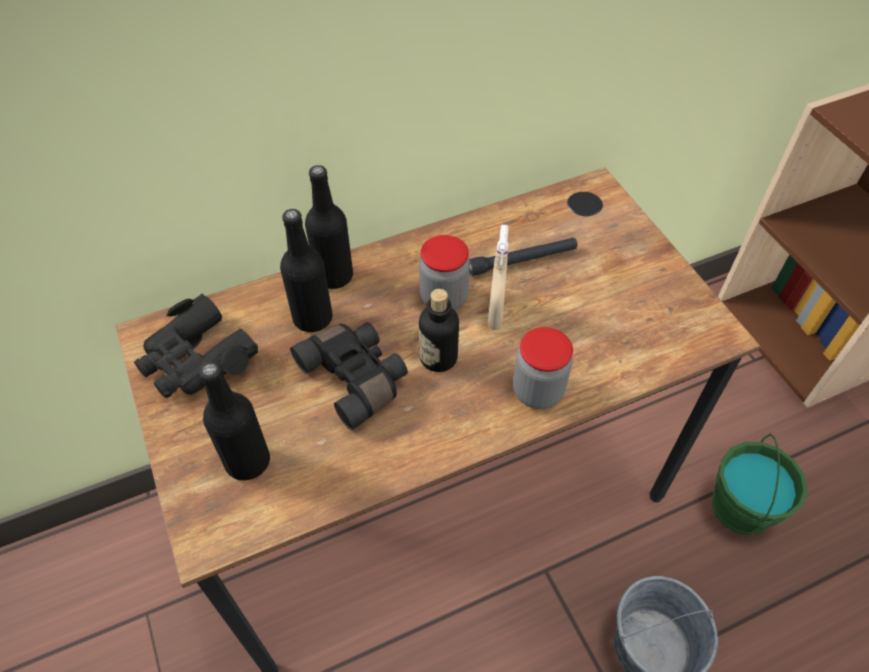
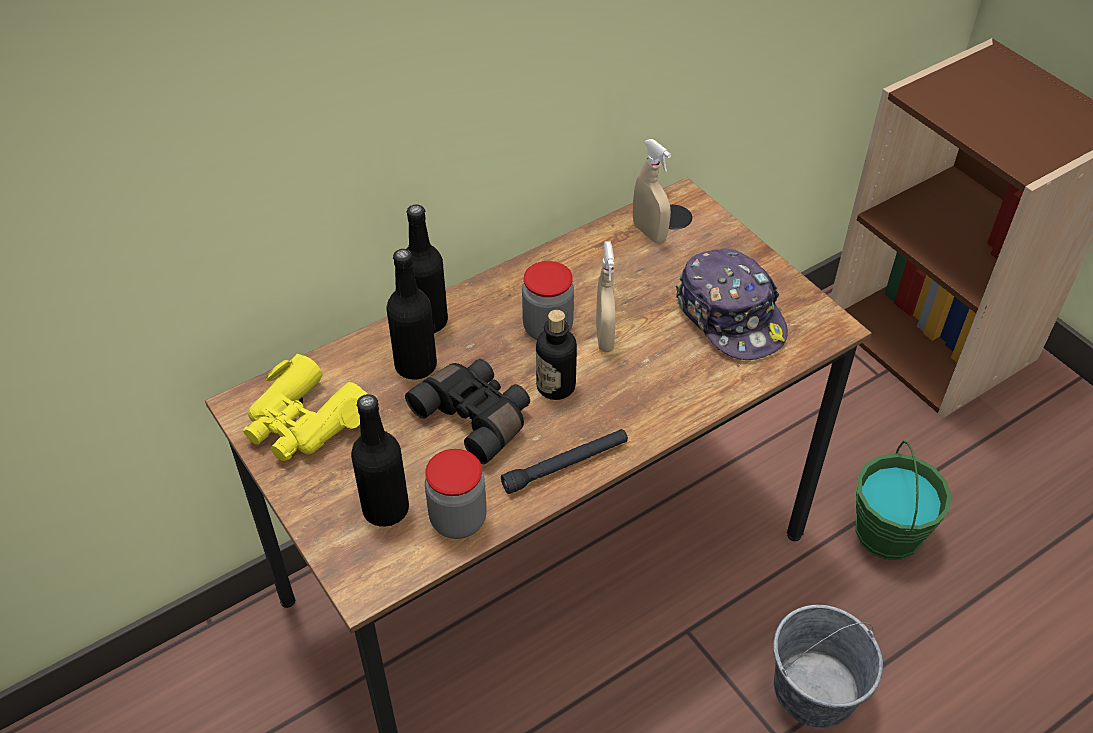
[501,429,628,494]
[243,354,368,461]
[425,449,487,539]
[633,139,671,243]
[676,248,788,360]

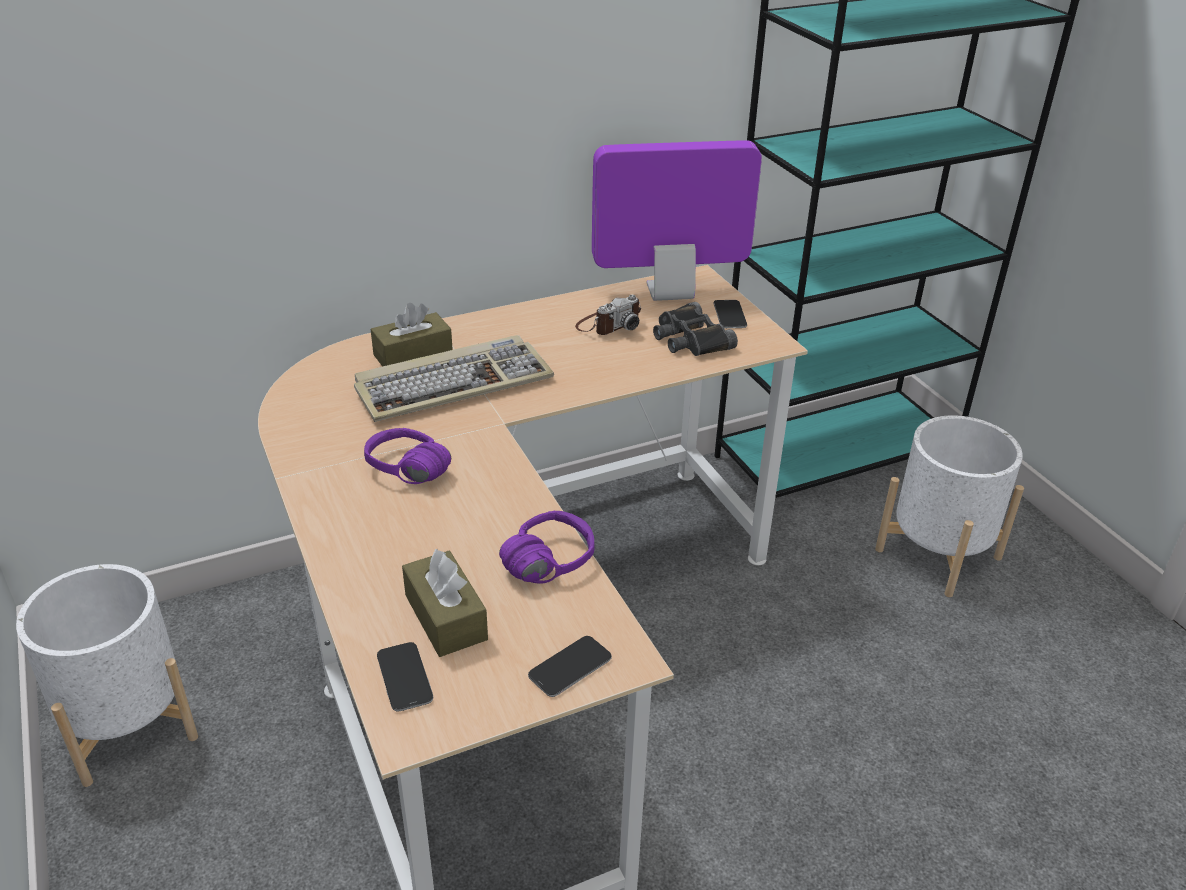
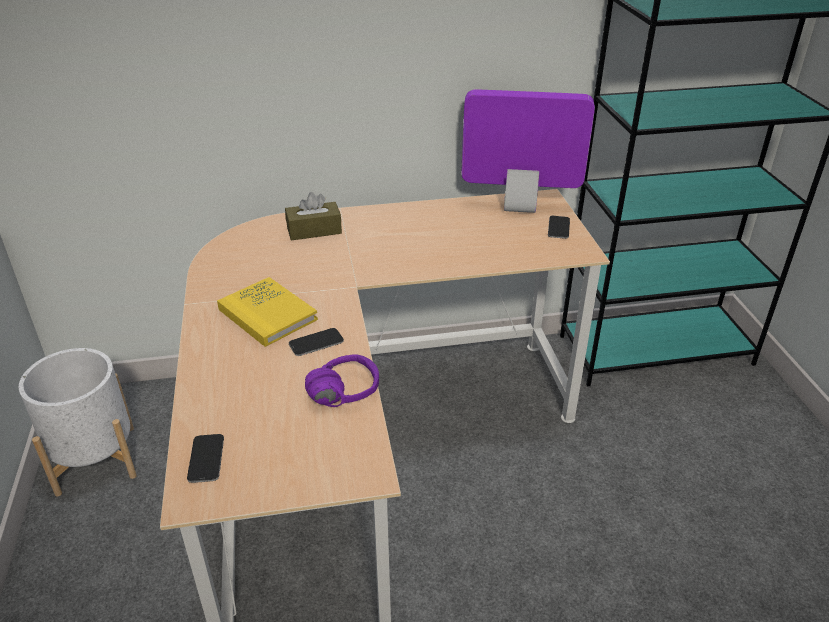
[575,295,641,335] (first image)
[653,302,738,356] (first image)
[354,335,554,422] (first image)
[875,415,1024,597] (first image)
[217,277,318,347]
[402,549,488,657] (first image)
[289,328,344,356]

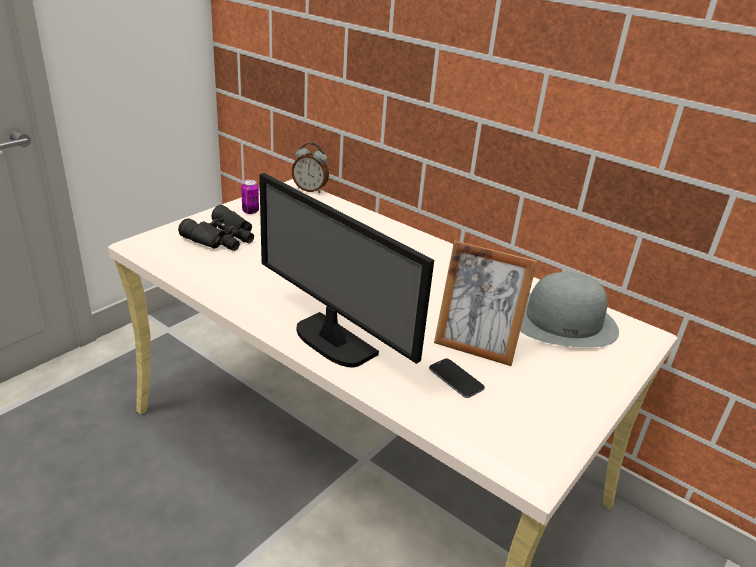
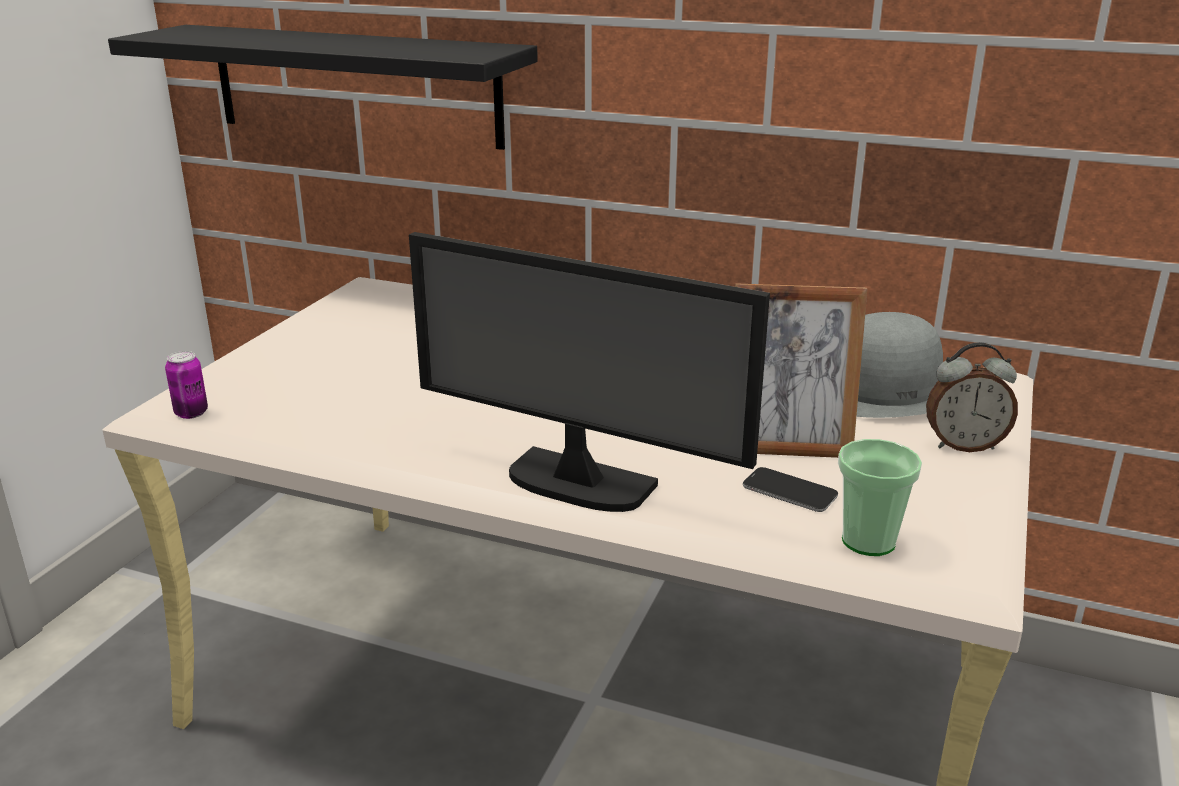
[926,342,1018,452]
[165,351,208,419]
[178,205,254,251] (first image)
[108,25,538,150]
[838,439,922,556]

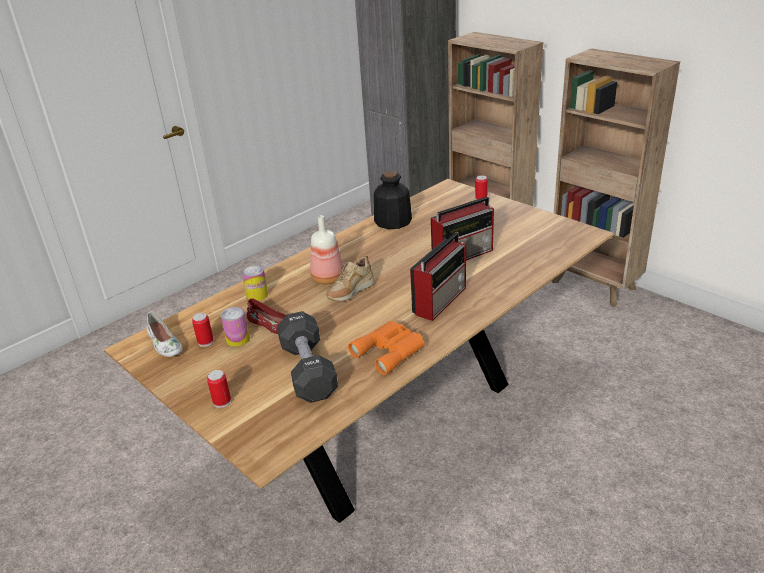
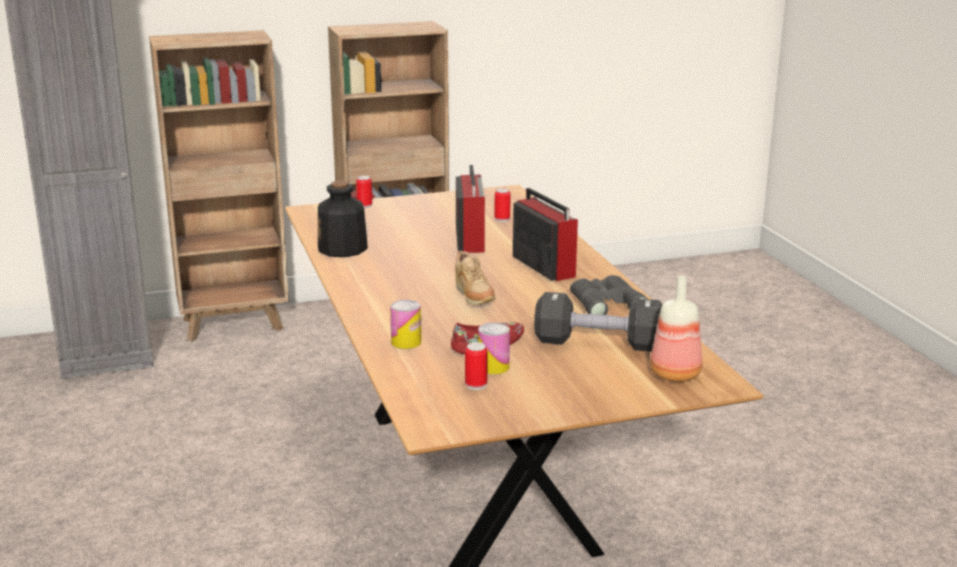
[650,276,702,382]
[147,311,182,357] (first image)
[570,275,648,315]
[494,188,511,222]

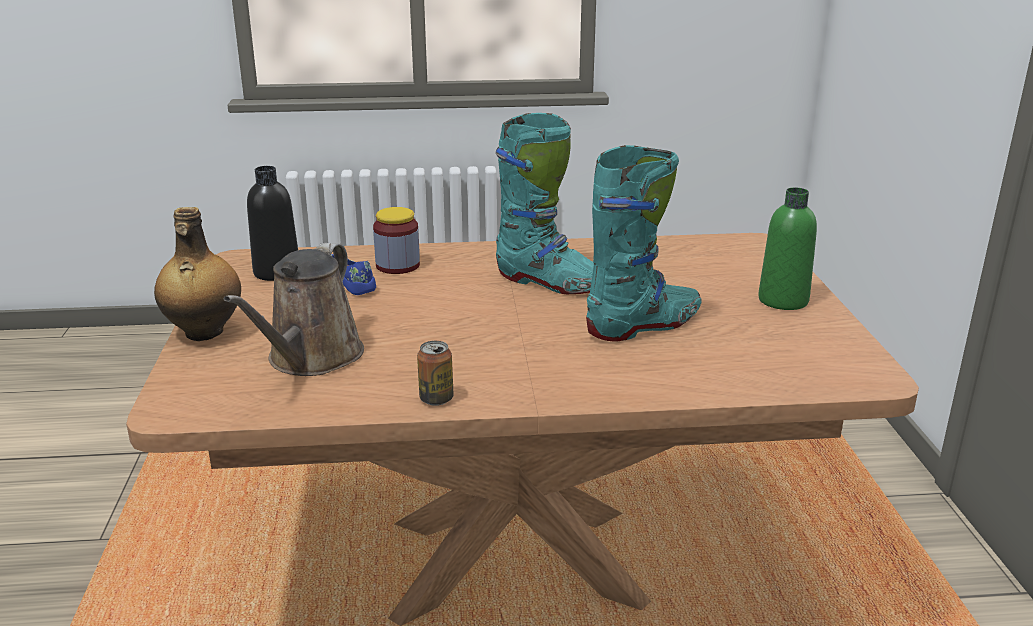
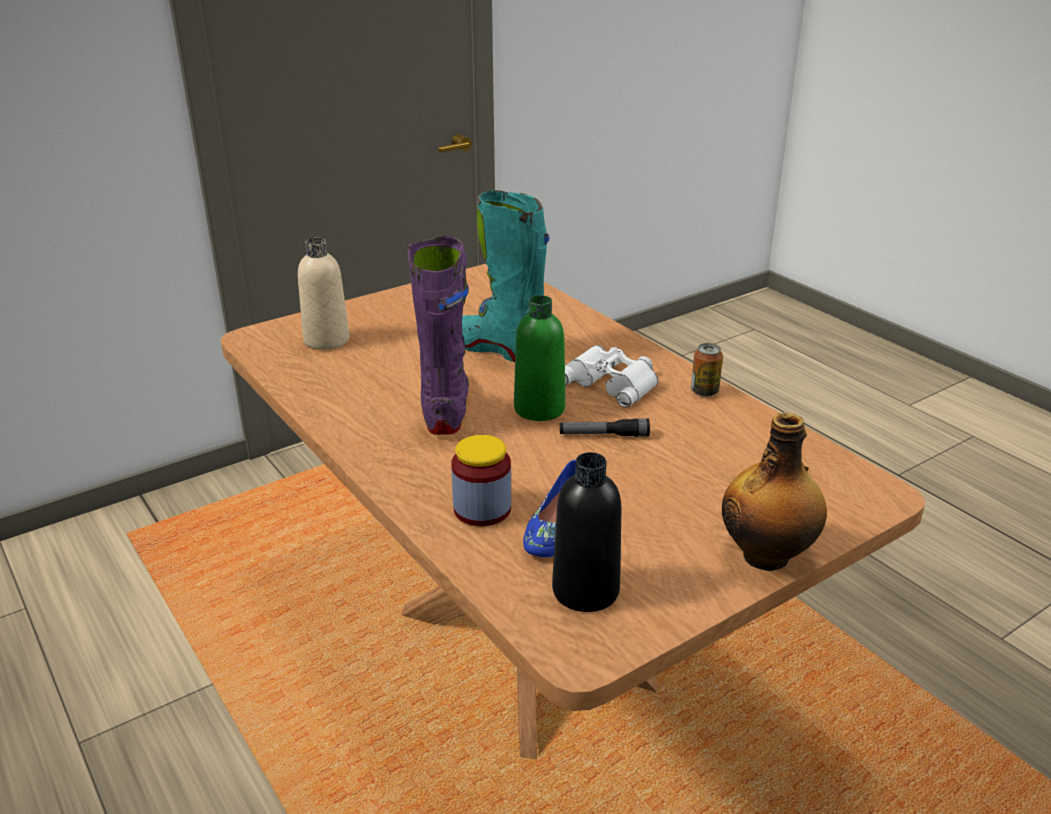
[407,236,469,435]
[514,295,565,421]
[224,243,364,376] (first image)
[298,237,349,350]
[565,345,658,407]
[560,418,650,437]

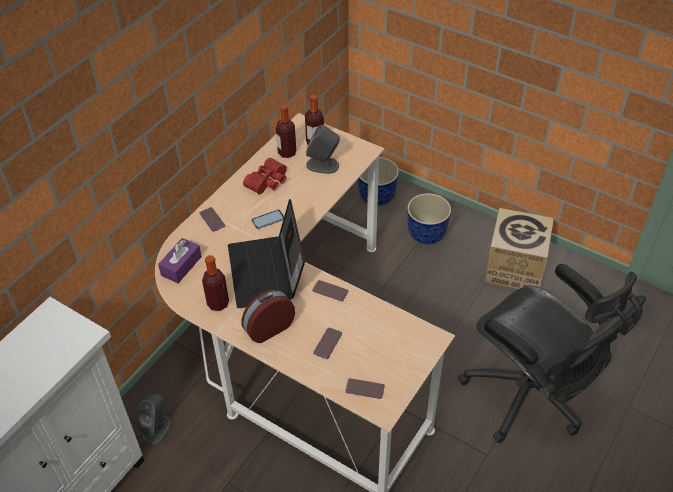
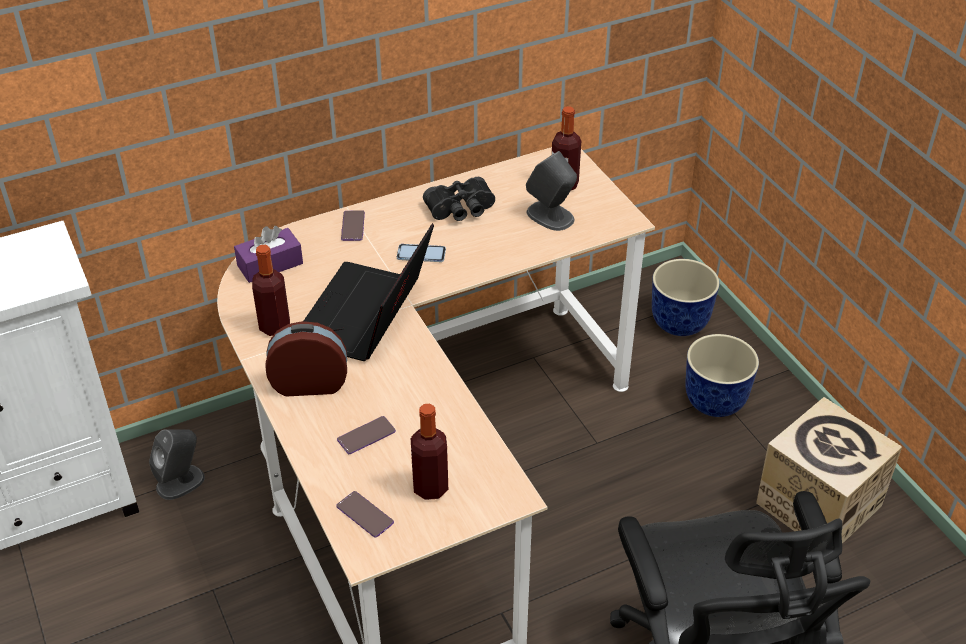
[411,404,448,500]
[423,177,495,221]
[312,280,348,301] (first image)

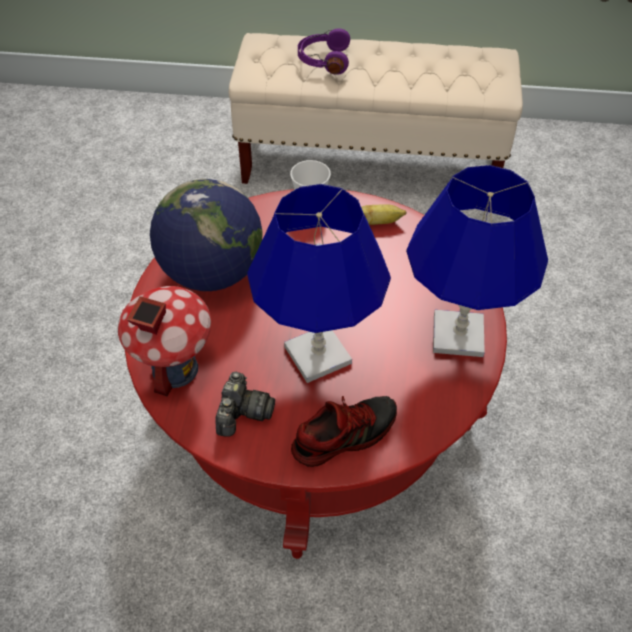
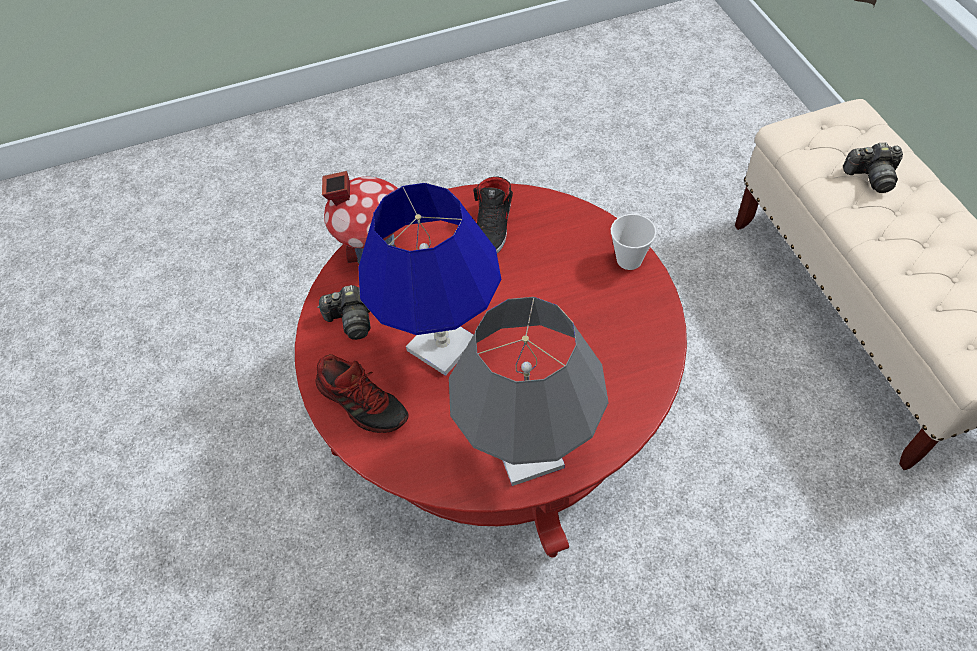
[843,142,903,193]
[449,297,609,486]
[473,176,513,253]
[361,204,407,225] (first image)

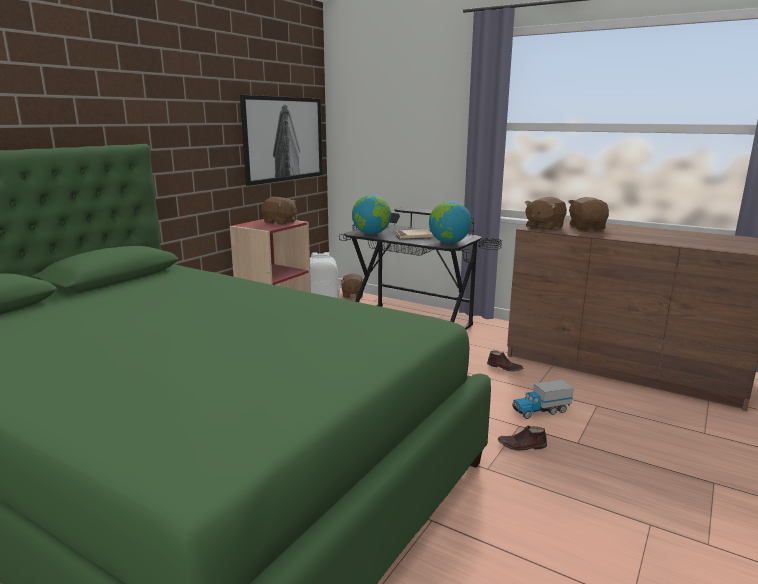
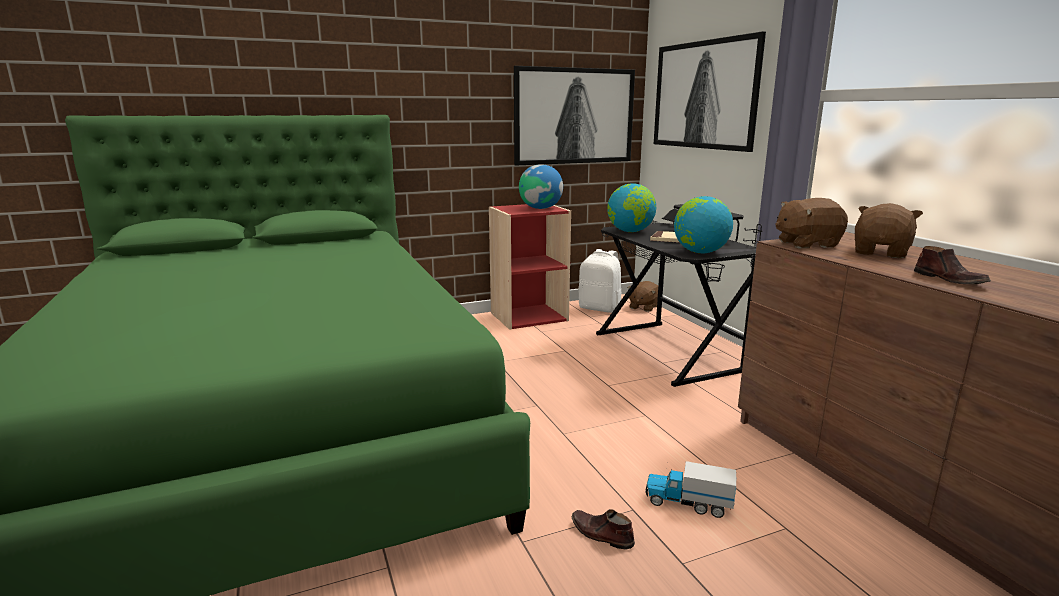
[519,164,563,209]
[914,246,991,284]
[654,31,766,152]

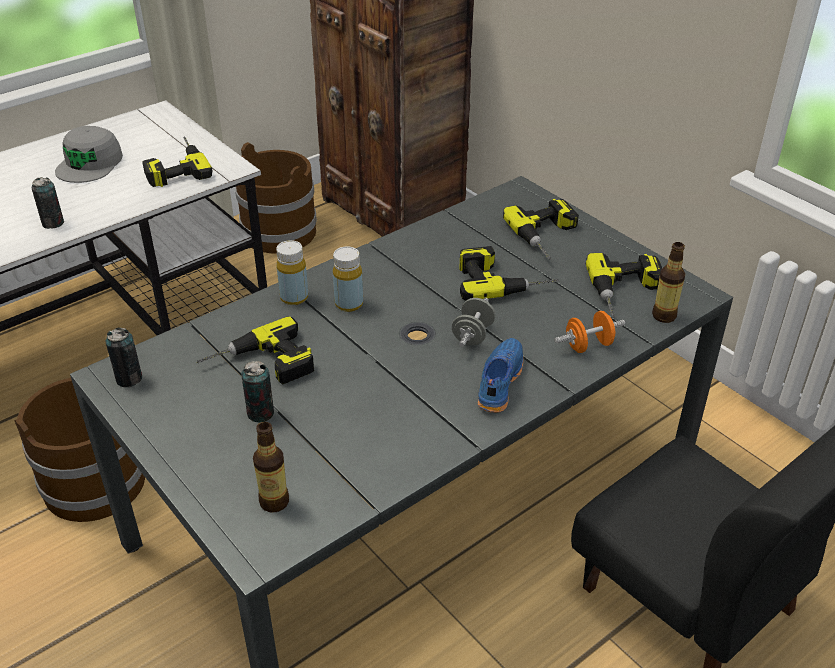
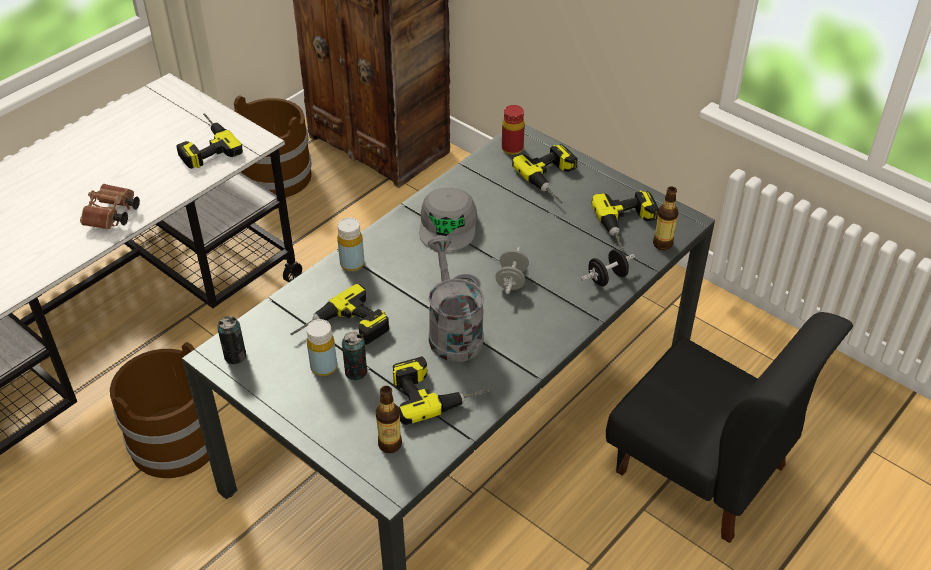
[419,188,477,251]
[80,184,140,229]
[307,319,337,376]
[393,356,493,425]
[581,249,635,286]
[478,338,523,413] (first image)
[502,105,525,155]
[427,236,484,362]

